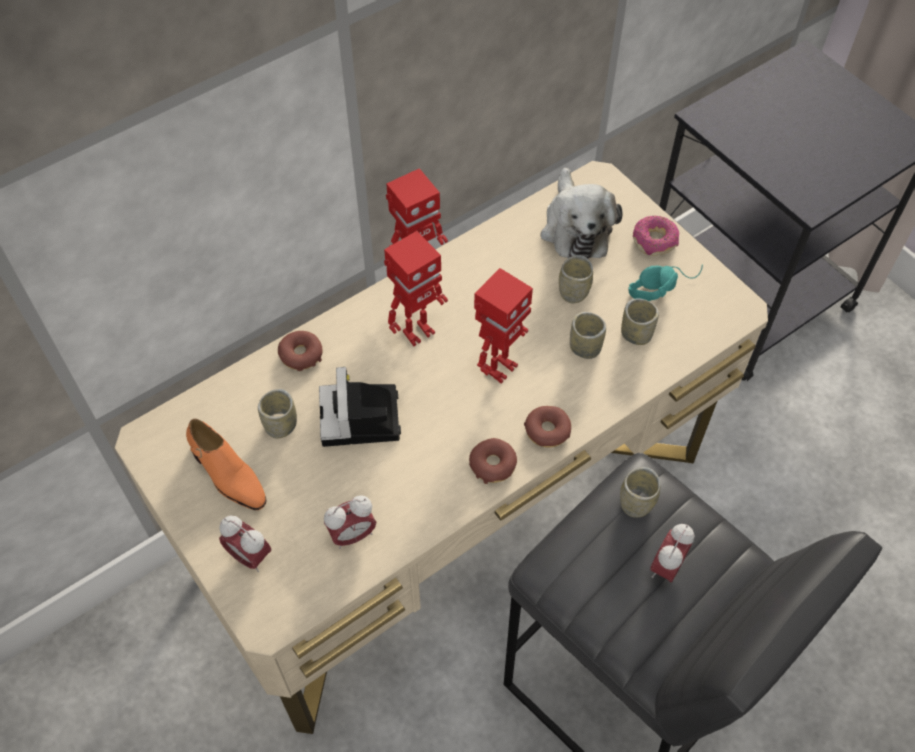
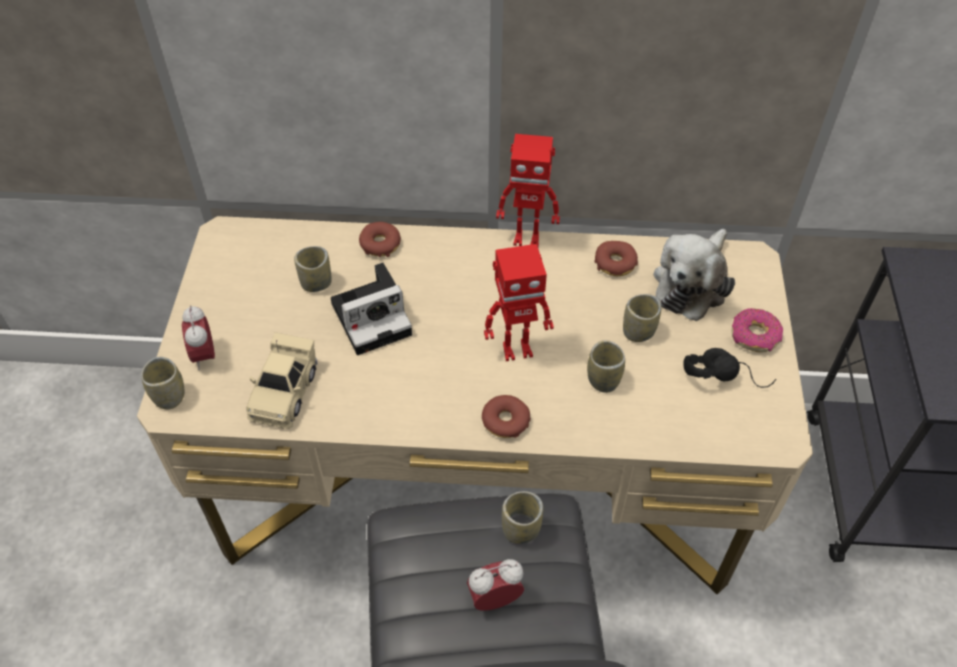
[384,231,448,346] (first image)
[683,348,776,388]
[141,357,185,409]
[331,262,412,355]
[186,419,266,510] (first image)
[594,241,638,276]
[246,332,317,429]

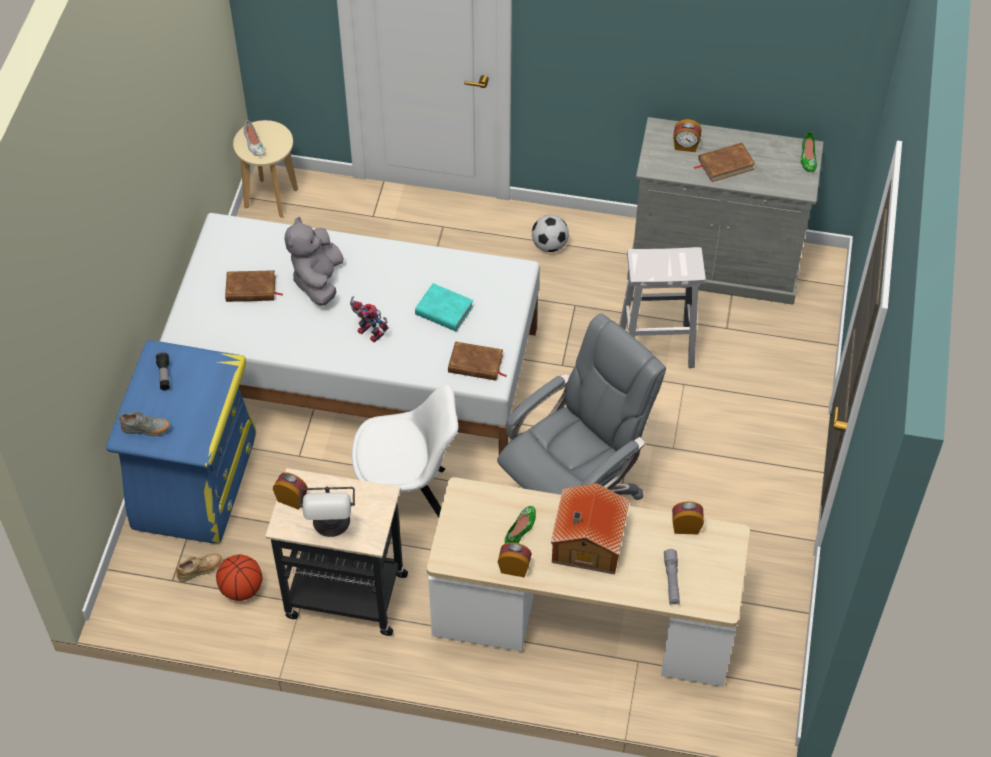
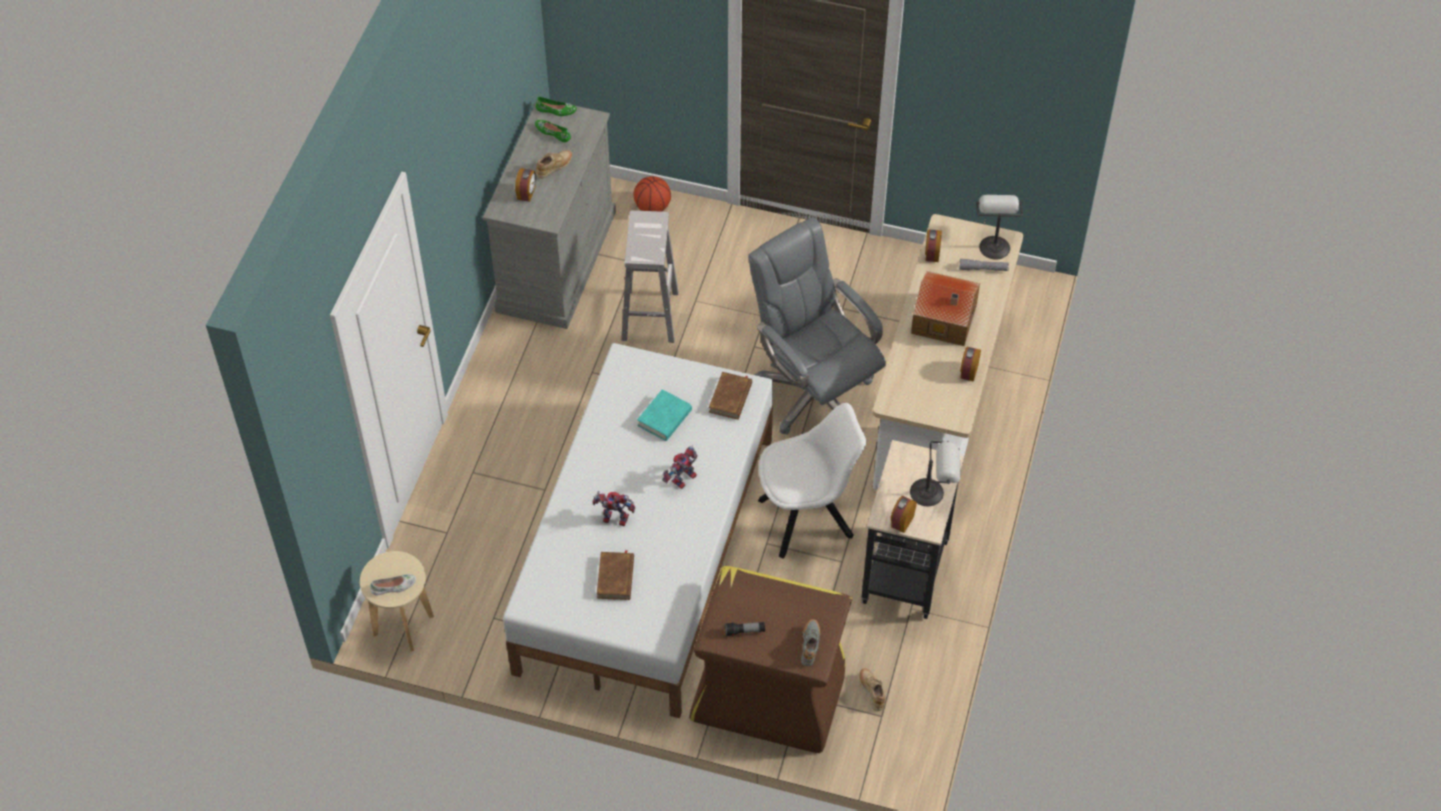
[536,150,572,179]
[532,215,569,252] (first image)
[593,491,635,526]
[689,566,852,753]
[758,403,866,559]
[535,120,571,142]
[633,176,671,212]
[976,195,1023,260]

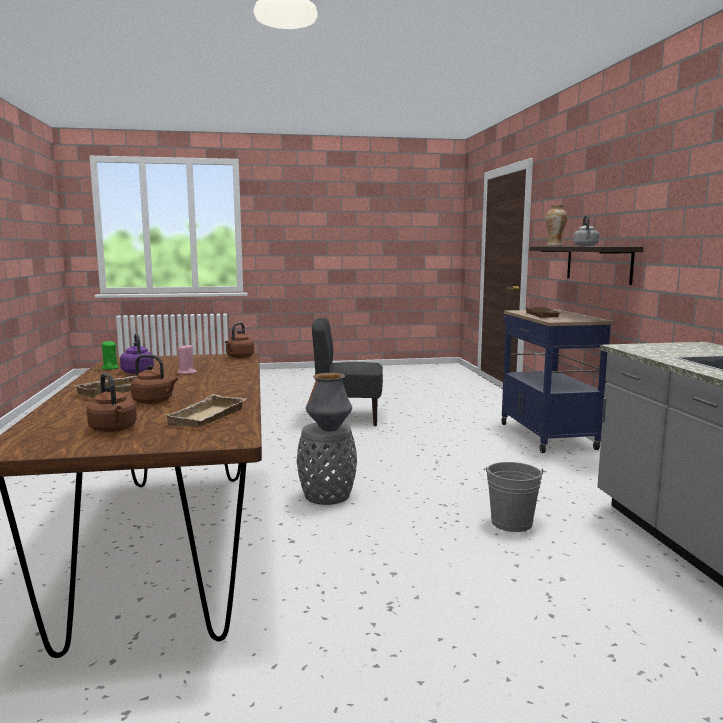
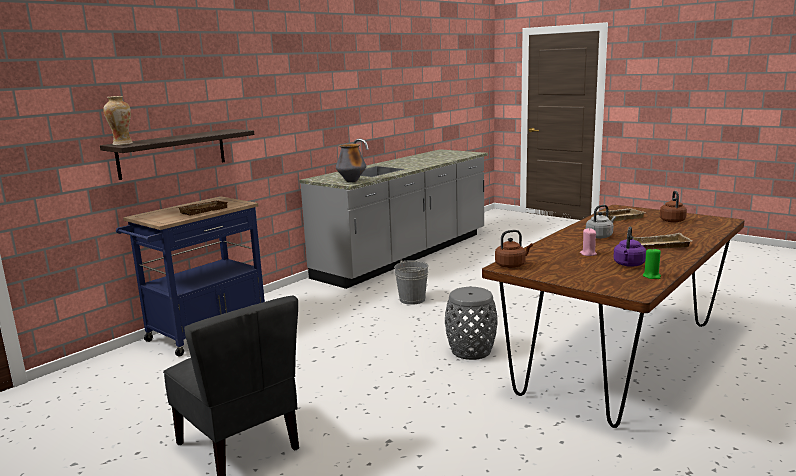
[586,205,616,238]
[131,354,178,404] (first image)
[336,144,366,182]

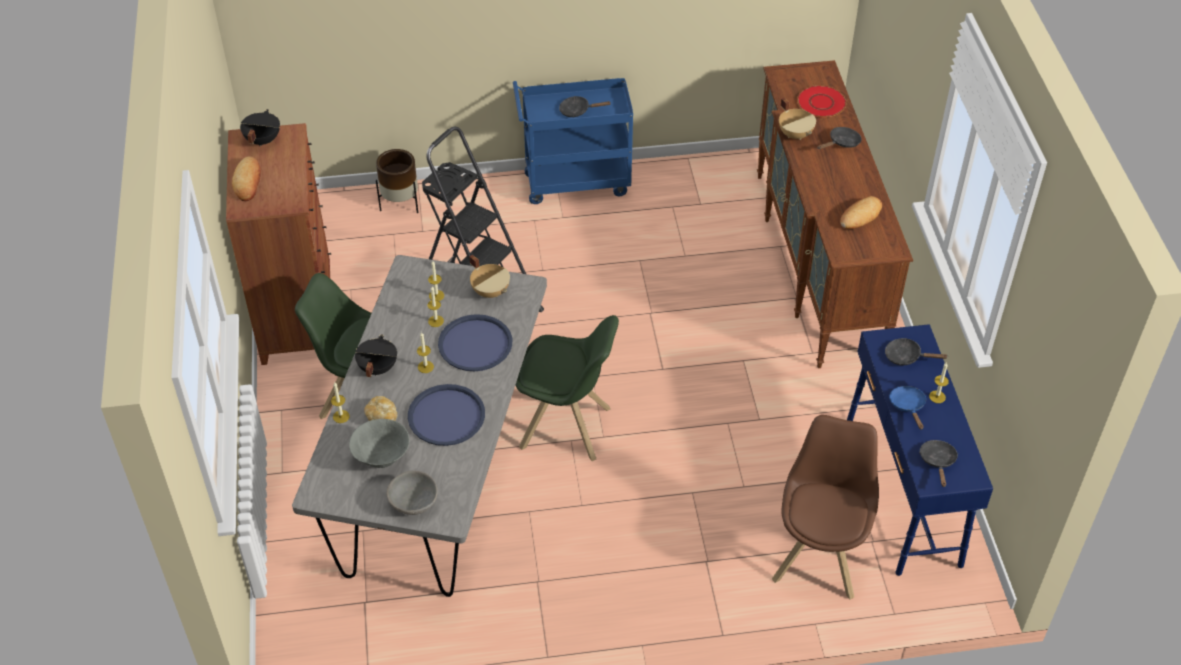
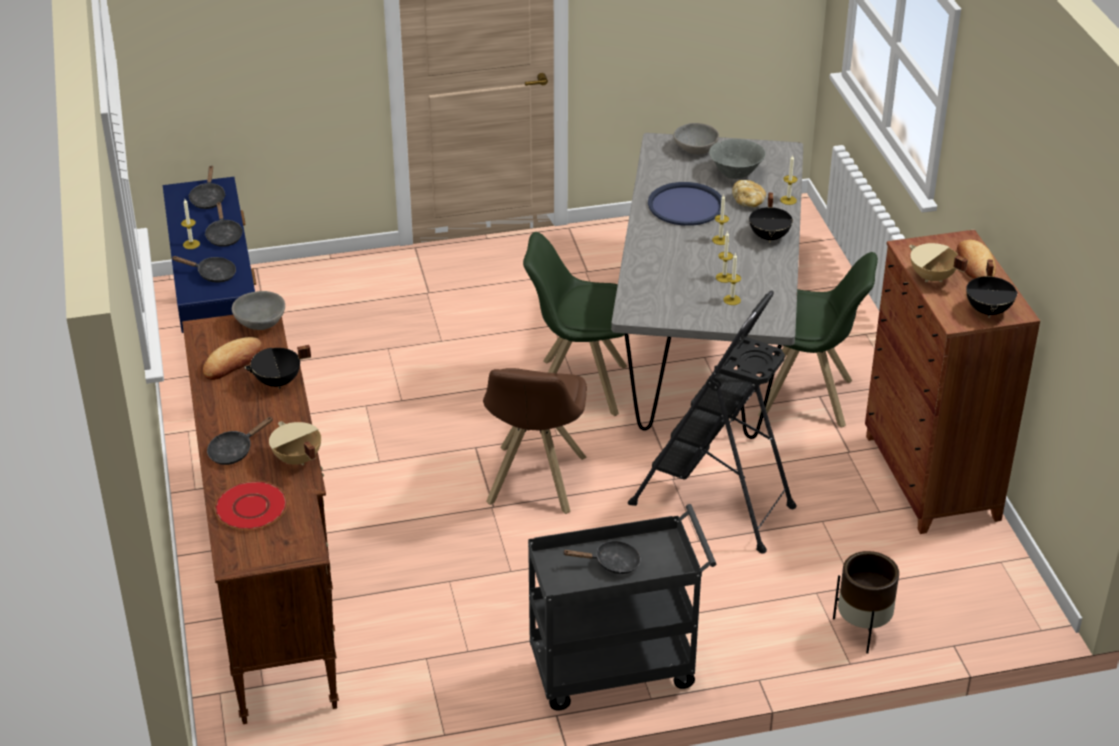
[528,504,716,711]
[909,243,968,282]
[438,314,512,371] (first image)
[205,202,243,247]
[483,368,587,514]
[232,291,285,330]
[244,345,311,389]

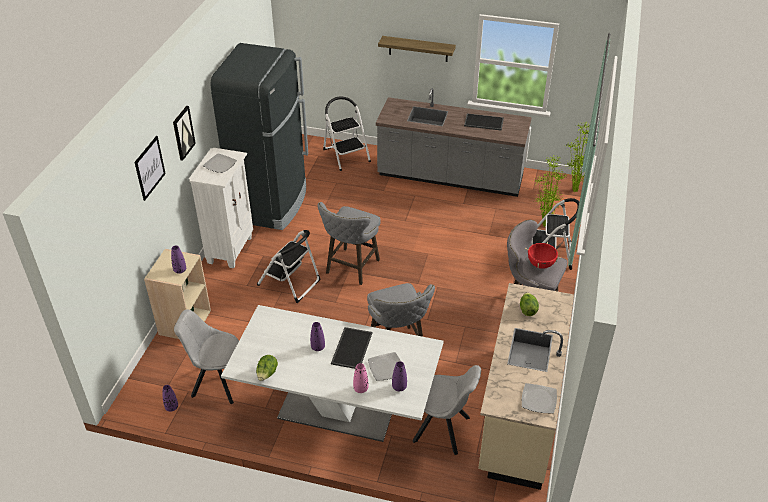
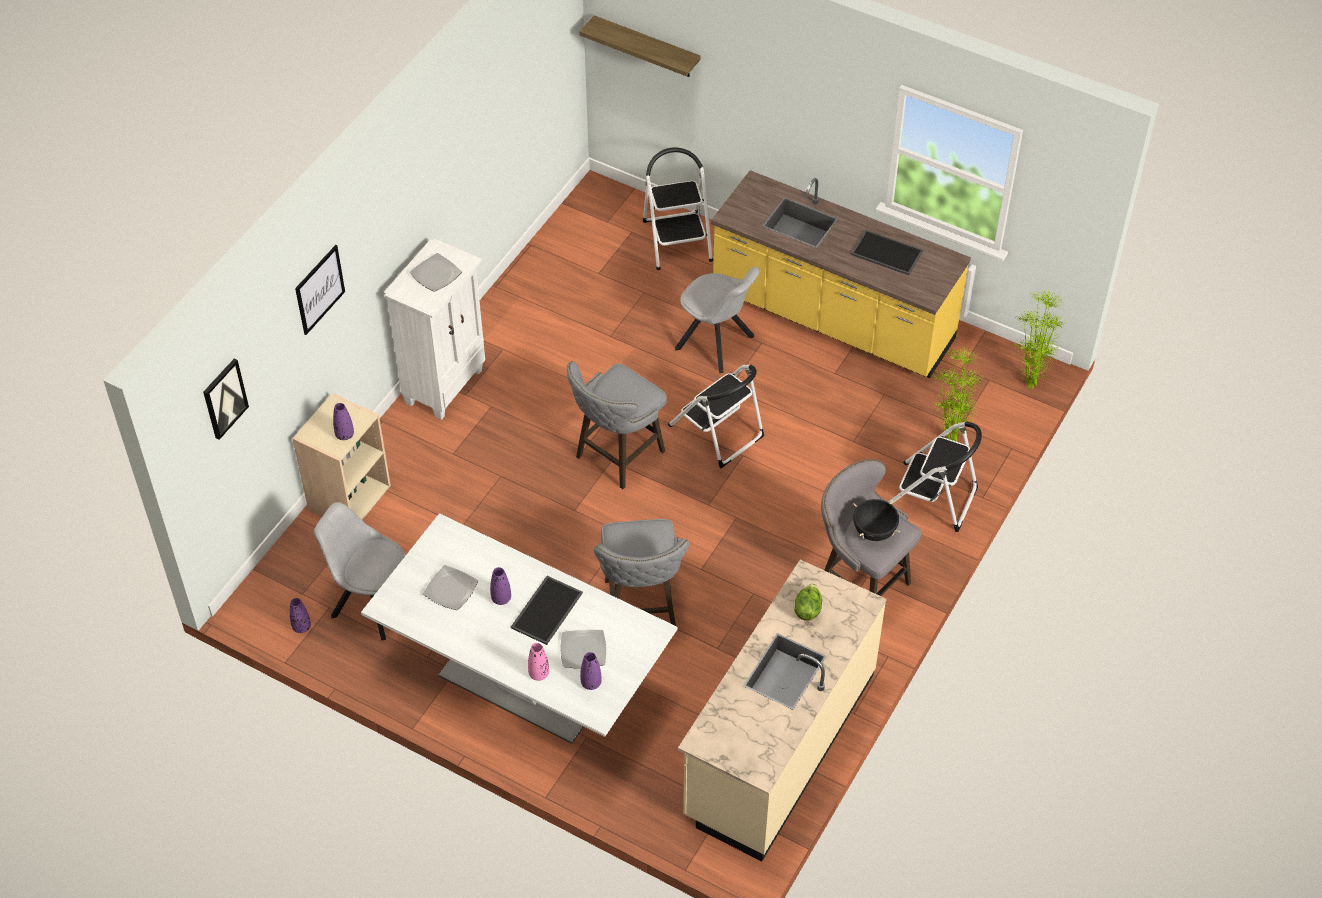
[579,15,701,77]
[211,43,308,230] (first image)
[711,170,971,378]
[203,359,249,440]
[668,365,764,468]
[853,499,900,541]
[256,355,278,381] (first image)
[675,267,759,373]
[423,565,478,610]

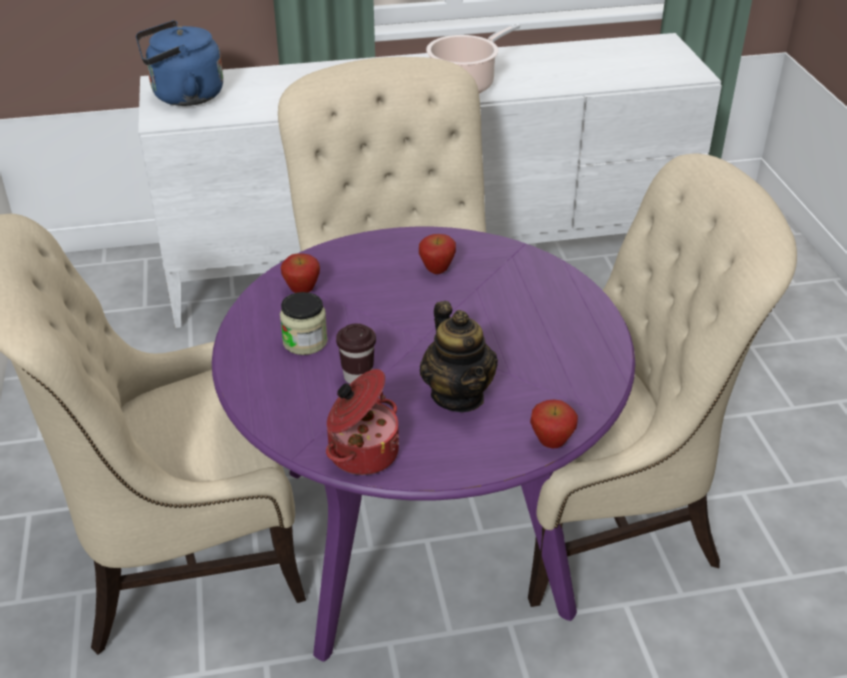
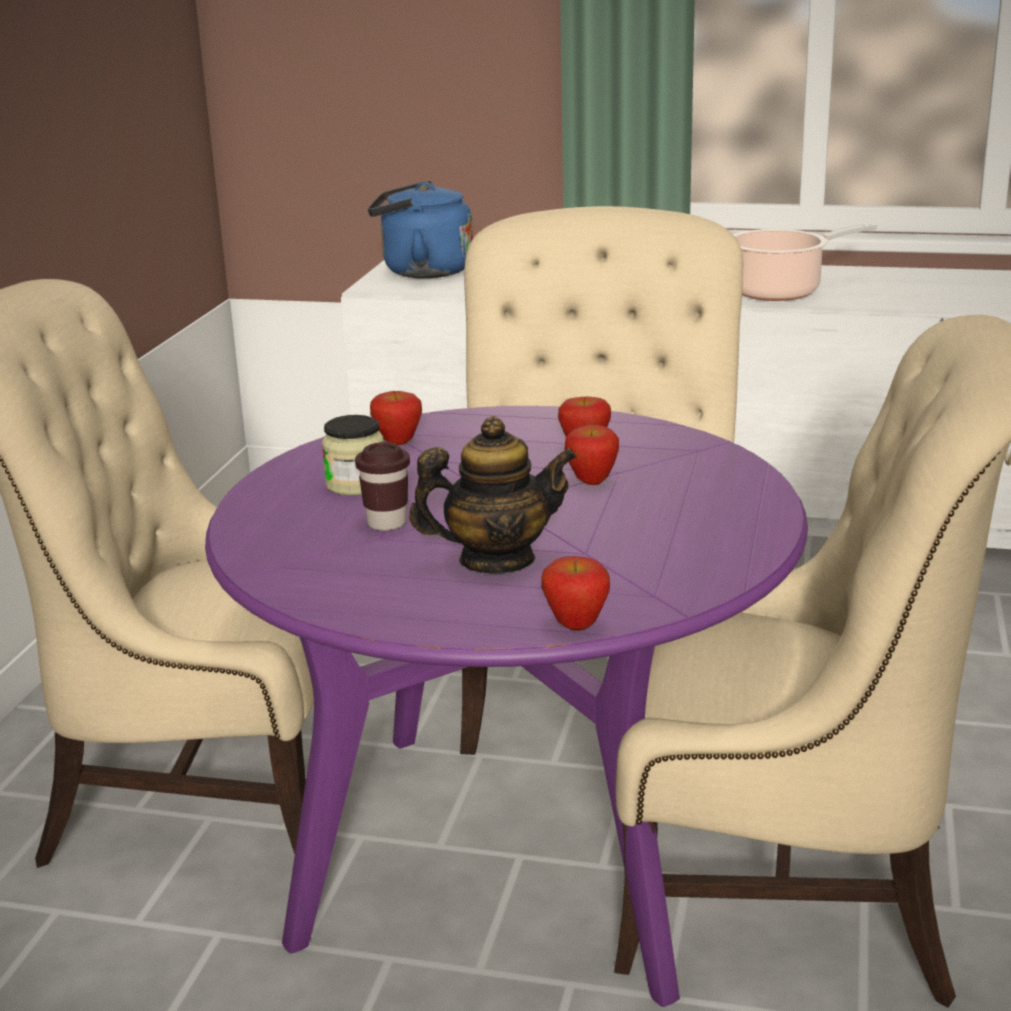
[409,416,577,574]
[326,369,399,475] (first image)
[565,425,619,485]

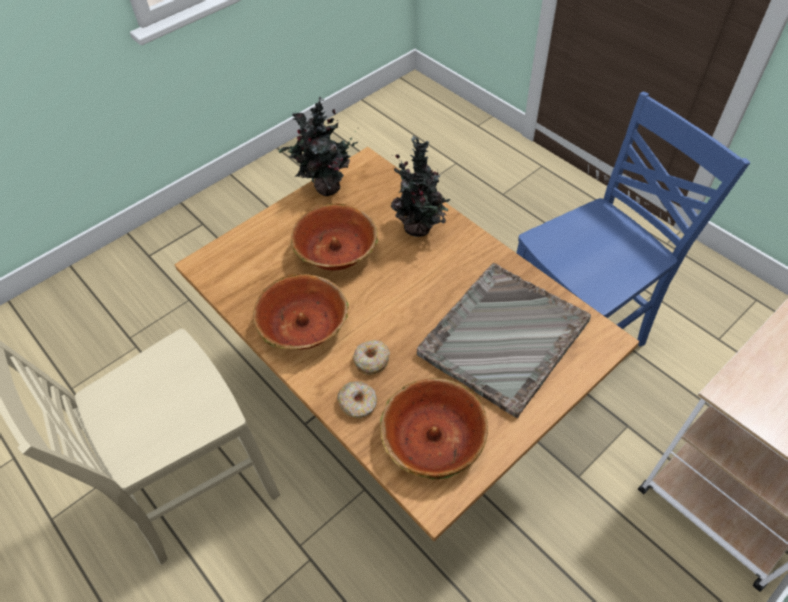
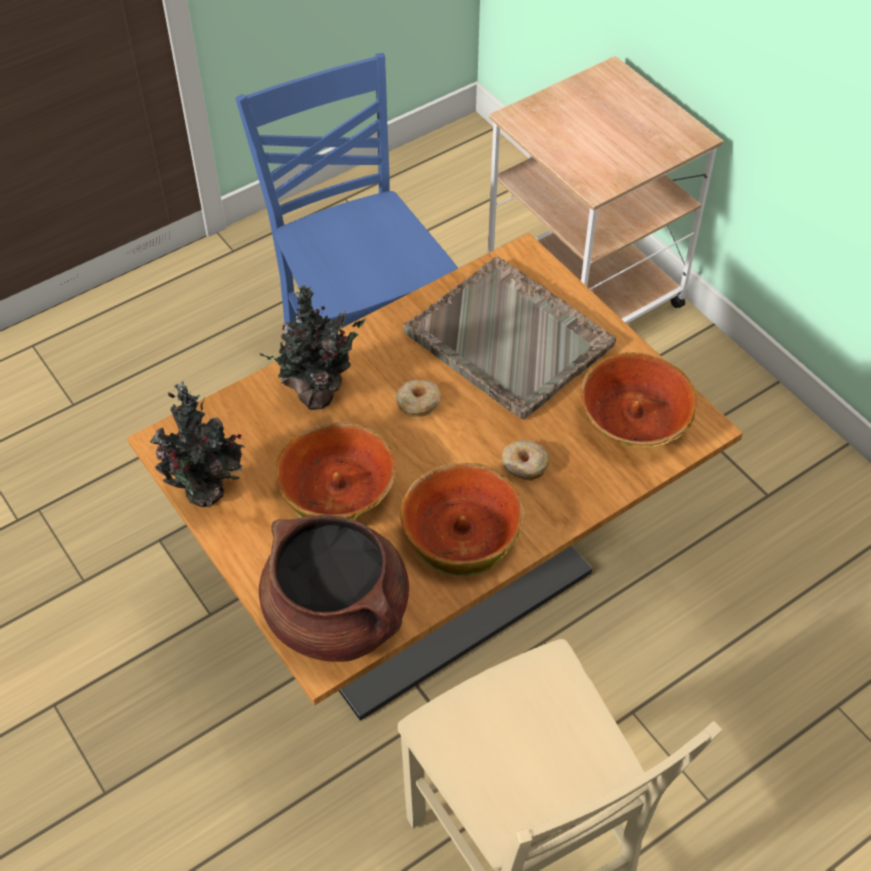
[396,380,441,417]
[259,515,409,662]

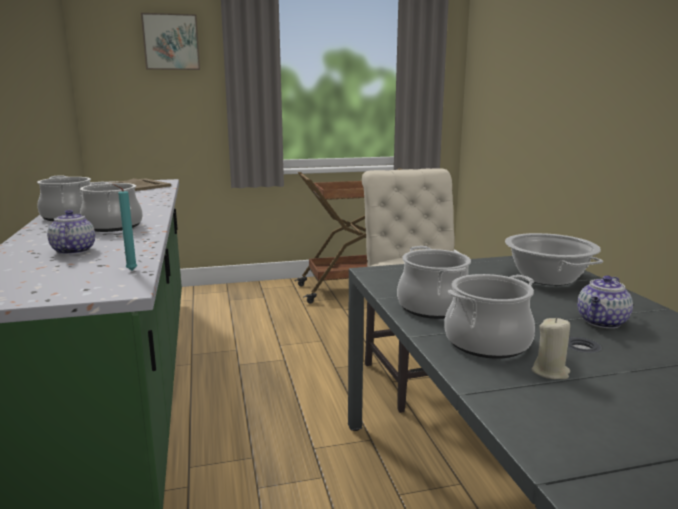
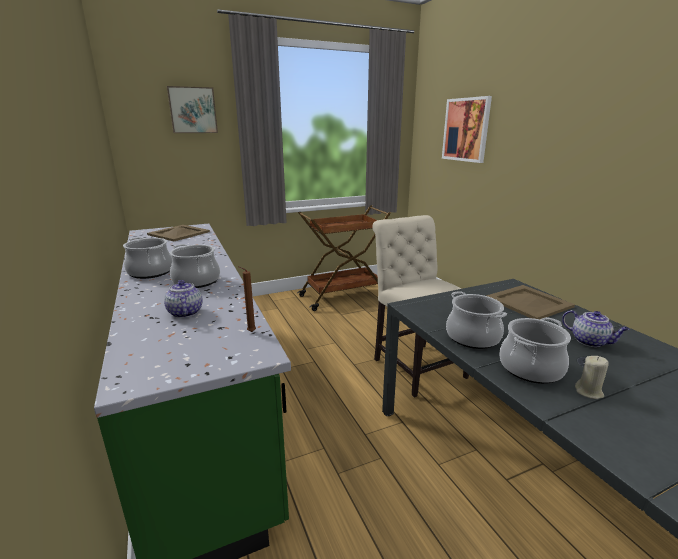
[238,266,256,332]
[486,285,575,320]
[562,310,630,347]
[442,96,492,163]

